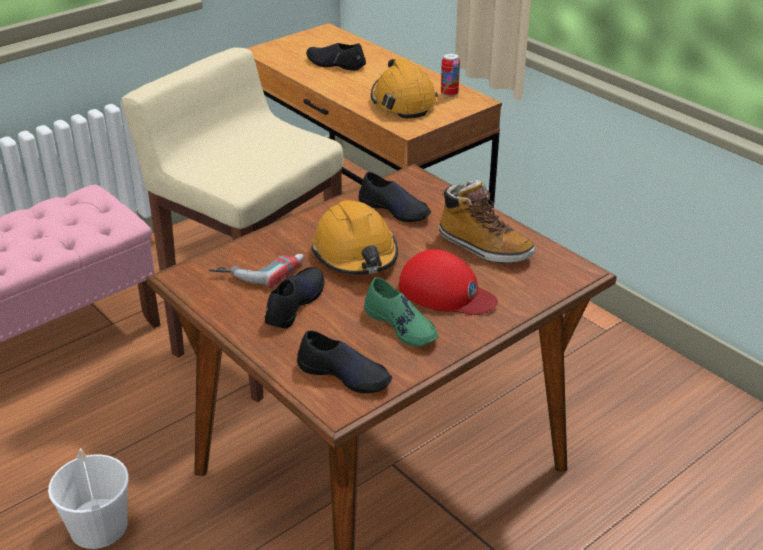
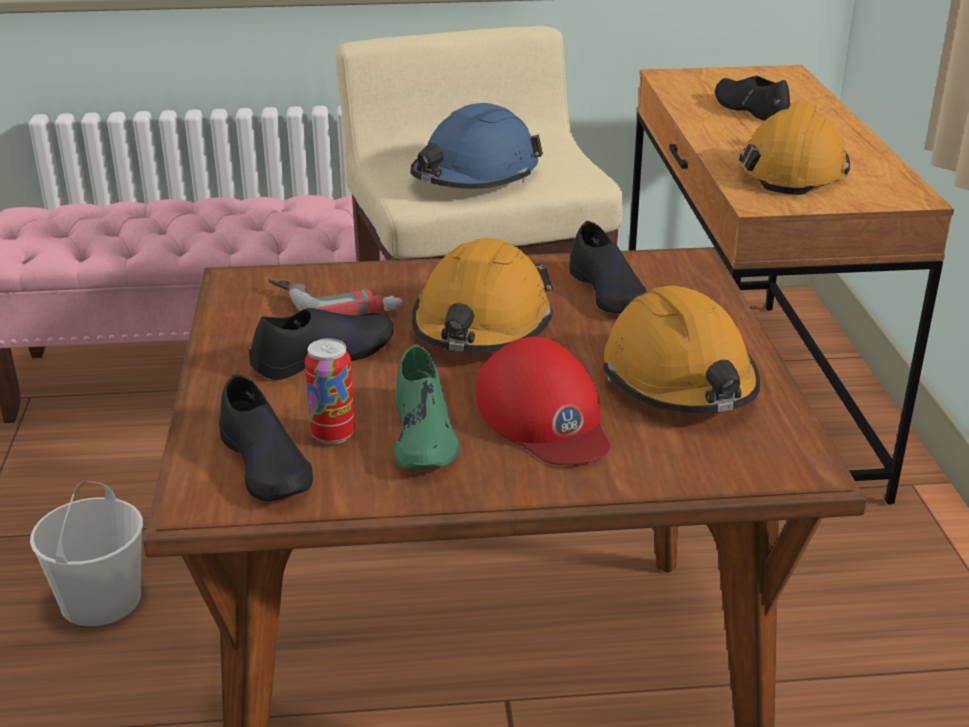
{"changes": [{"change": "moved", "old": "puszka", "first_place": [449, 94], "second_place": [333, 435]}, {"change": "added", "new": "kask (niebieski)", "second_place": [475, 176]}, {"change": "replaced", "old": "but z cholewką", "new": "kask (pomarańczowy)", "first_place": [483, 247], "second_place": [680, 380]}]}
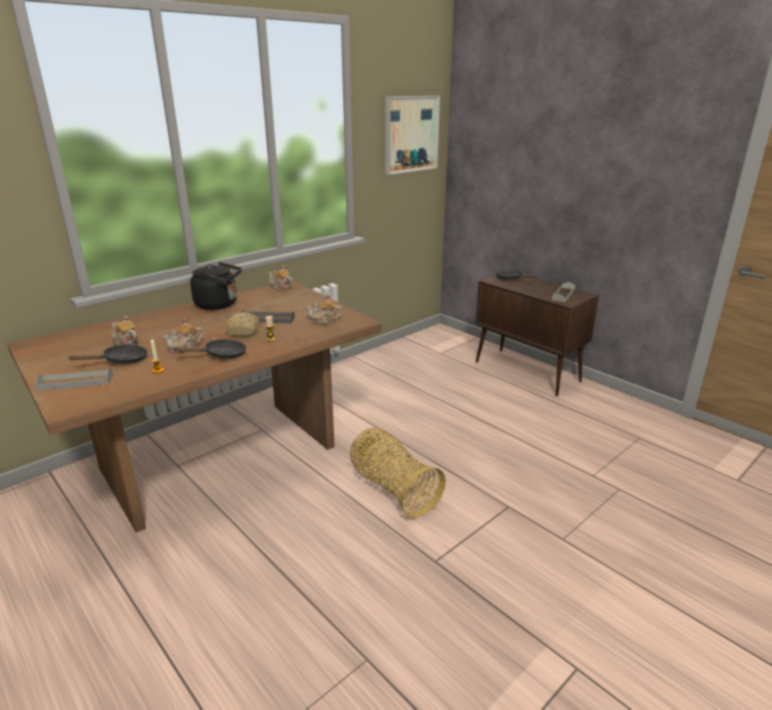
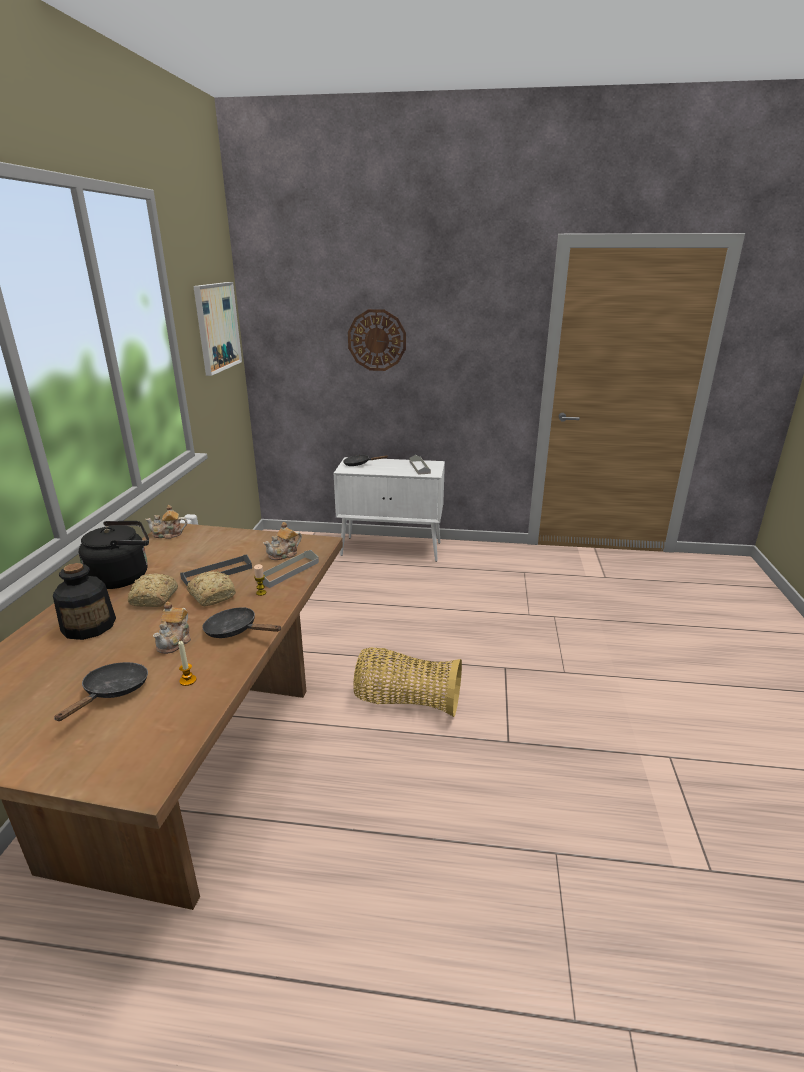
{"changes": [{"change": "added", "new": "butelka", "second_place": [89, 626]}, {"change": "added", "new": "chleb", "second_place": [153, 599]}, {"change": "turned", "old": "patelnia (czarny)", "first_place": [221, 355], "second_place": [235, 631], "degrees": -90}, {"change": "moved", "old": "taca (szary)", "first_place": [75, 382], "second_place": [288, 571]}, {"change": "recoloured", "old": "szafka (brązowy)", "new": "szafka (biały)", "first_place": [527, 372], "second_place": [392, 549]}, {"change": "added", "new": "zegar ścienny", "second_place": [377, 340]}, {"change": "removed", "old": "imbryk", "first_place": [125, 343]}]}
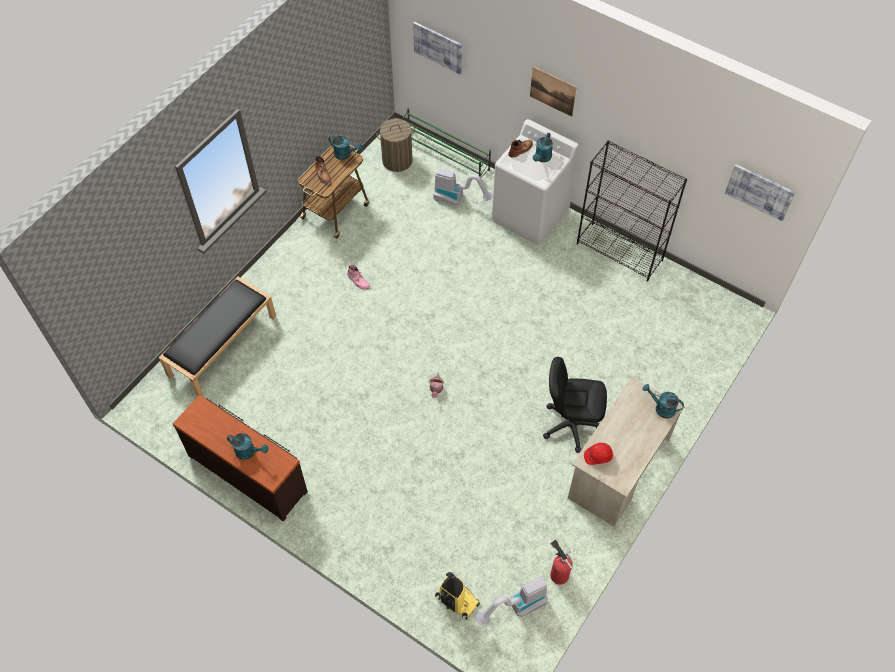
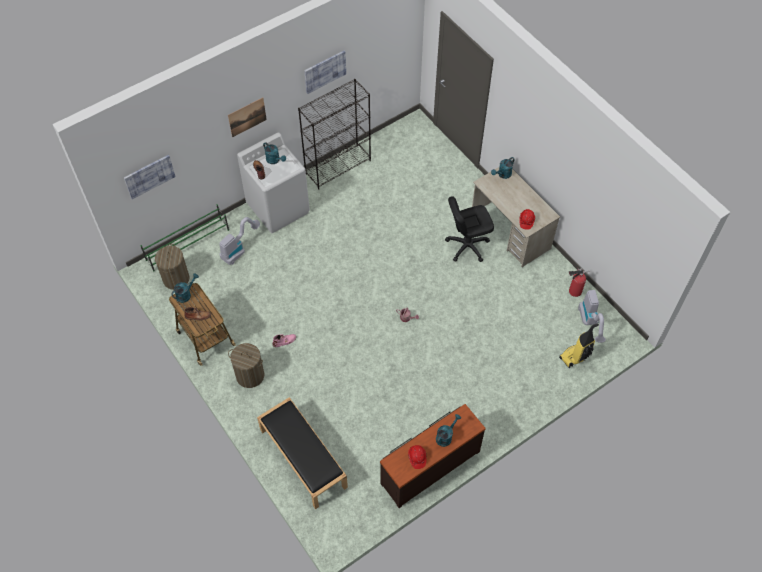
{"changes": [{"change": "added", "new": "kosz na pranie", "second_place": [250, 375]}, {"change": "moved", "old": "obraz", "first_place": [759, 191], "second_place": [325, 71]}, {"change": "added", "new": "kask (czerwony)", "second_place": [417, 458]}, {"change": "turned", "old": "krzesło biurowe (czarny)", "first_place": [571, 424], "second_place": [467, 246], "degrees": 45}]}
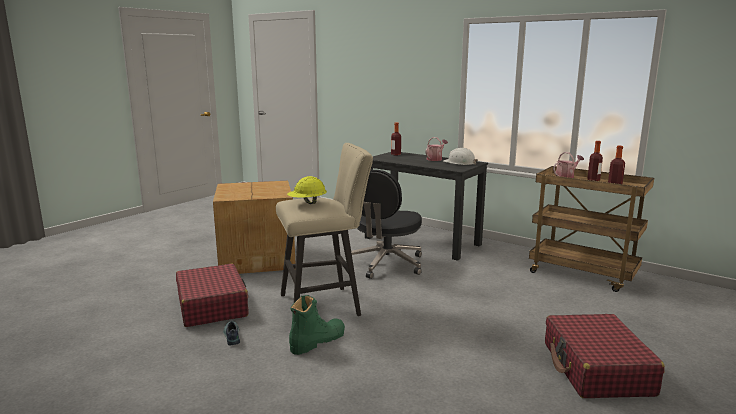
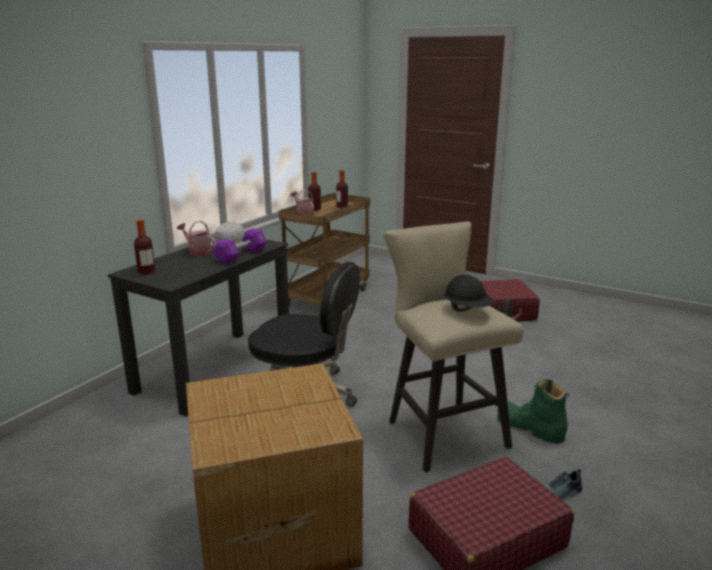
{"changes": [{"change": "added", "new": "hantel (fioletowy)", "second_place": [241, 255]}, {"change": "recoloured", "old": "kask (żółty)", "new": "kask (czarny)", "first_place": [307, 203], "second_place": [467, 310]}]}
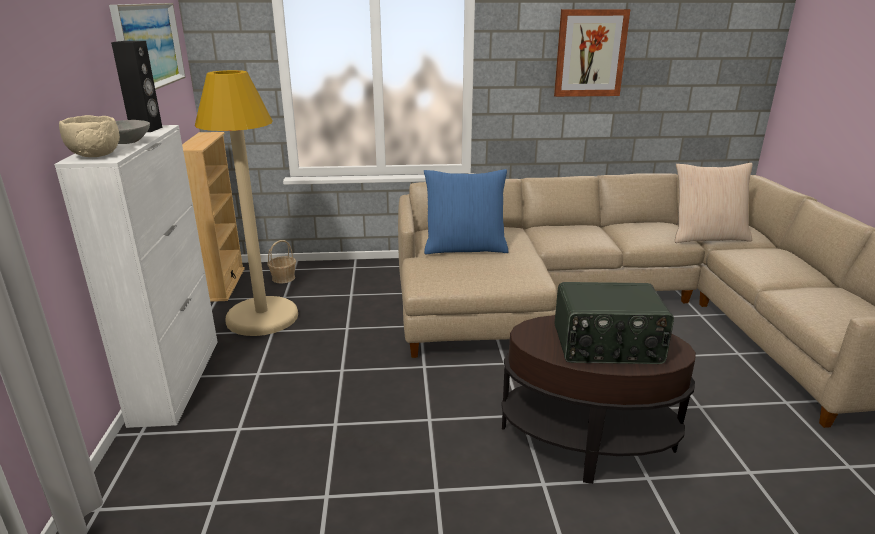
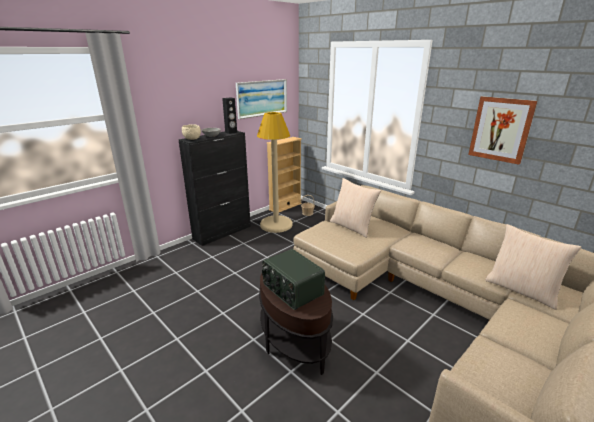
{"changes": [{"change": "recoloured", "old": "szafka (biały)", "new": "szafka (czarny)", "first_place": [177, 379], "second_place": [222, 232]}, {"change": "recoloured", "old": "poduszka (niebieski)", "new": "poduszka (beżowy)", "first_place": [465, 248], "second_place": [352, 227]}]}
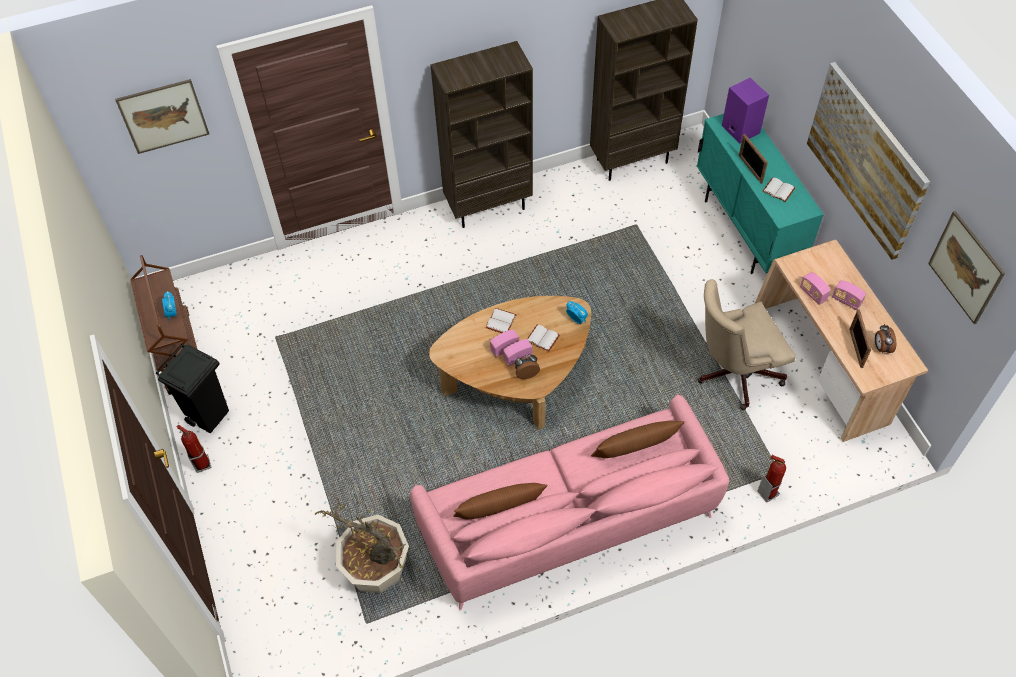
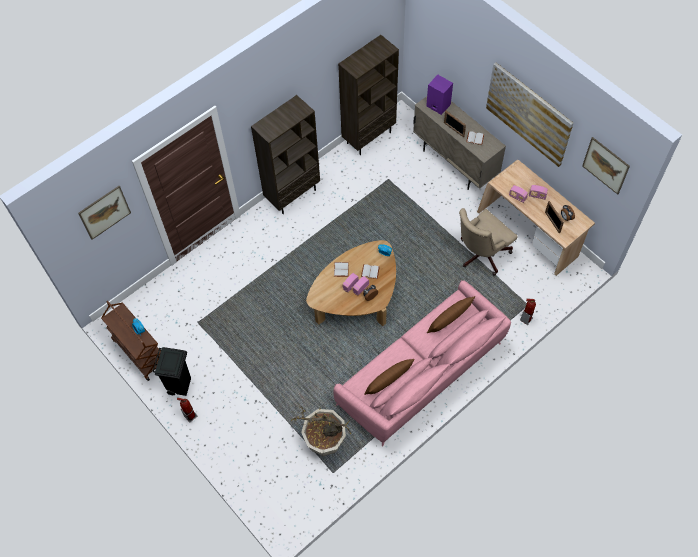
{"changes": [{"change": "recoloured", "old": "szafka (turkusowy)", "new": "szafka (beżowy)", "first_place": [746, 231], "second_place": [454, 163]}]}
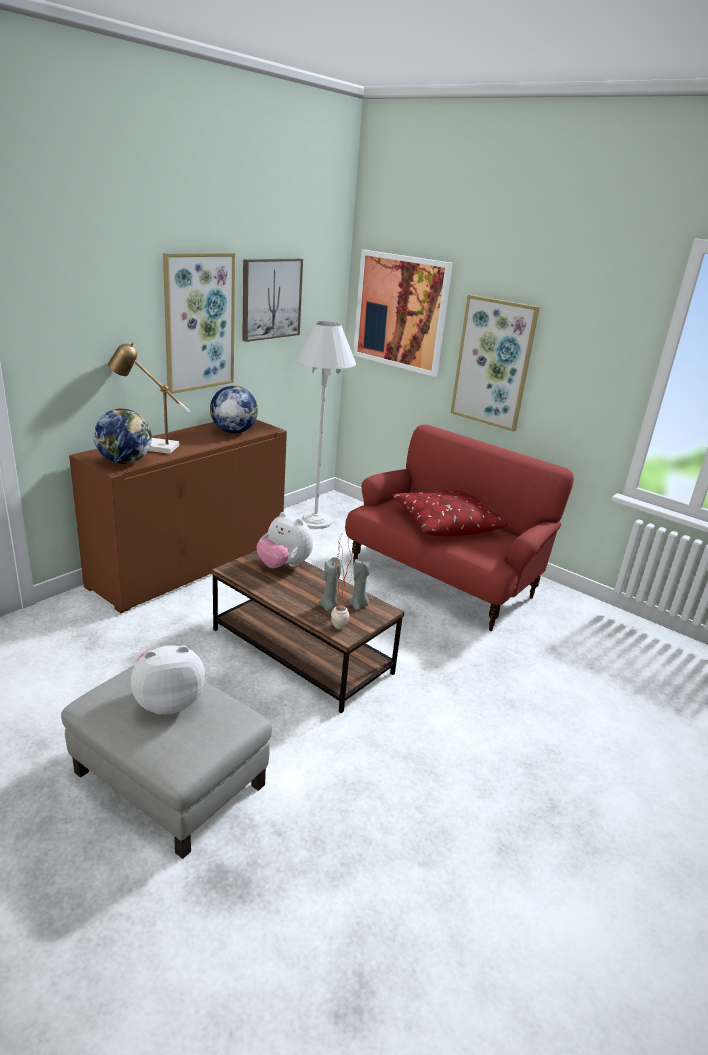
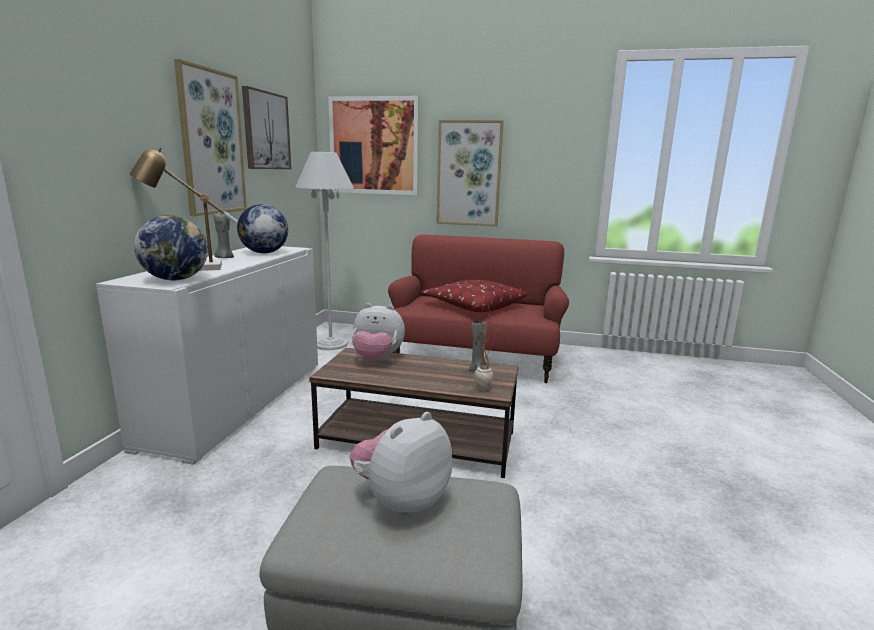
{"changes": [{"change": "recoloured", "old": "szafka (brązowy)", "new": "szafka (biały)", "first_place": [190, 564], "second_place": [238, 402]}, {"change": "moved", "old": "świeca (szary)", "first_place": [329, 606], "second_place": [224, 258]}]}
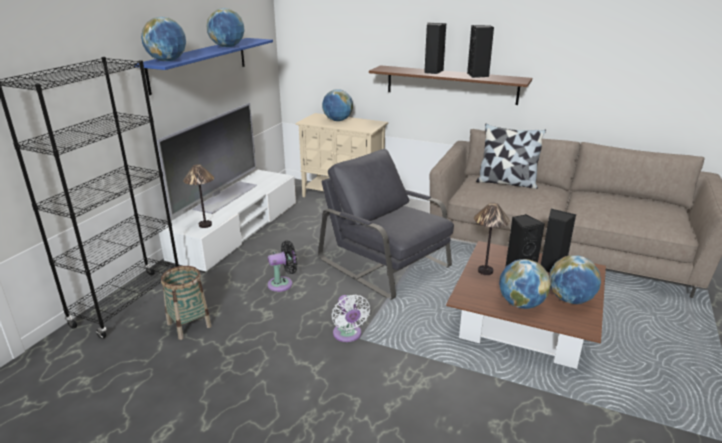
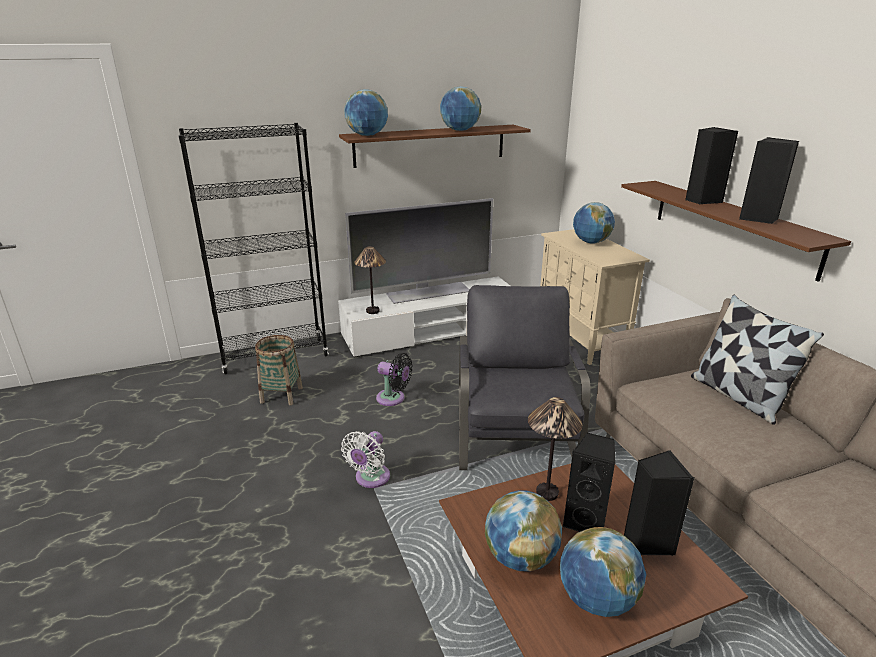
{"changes": [{"change": "recoloured", "old": "półka (niebieski)", "new": "półka (brązowy)", "first_place": [199, 64], "second_place": [430, 145]}]}
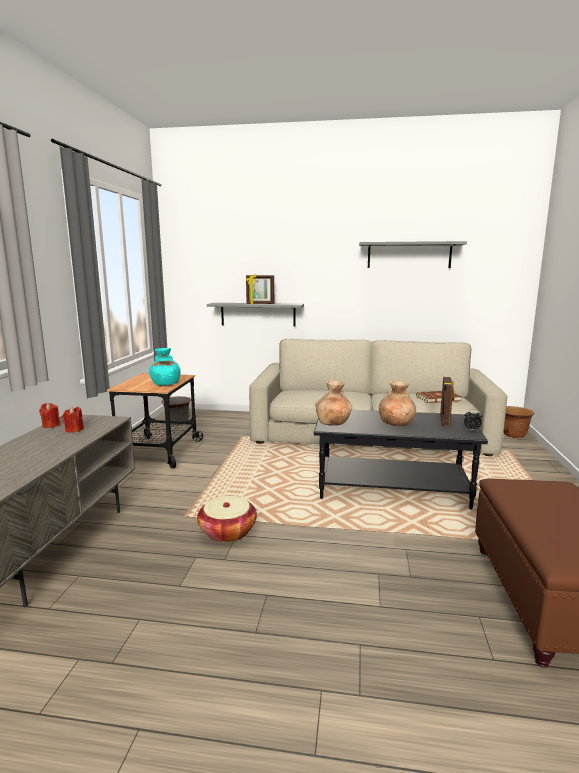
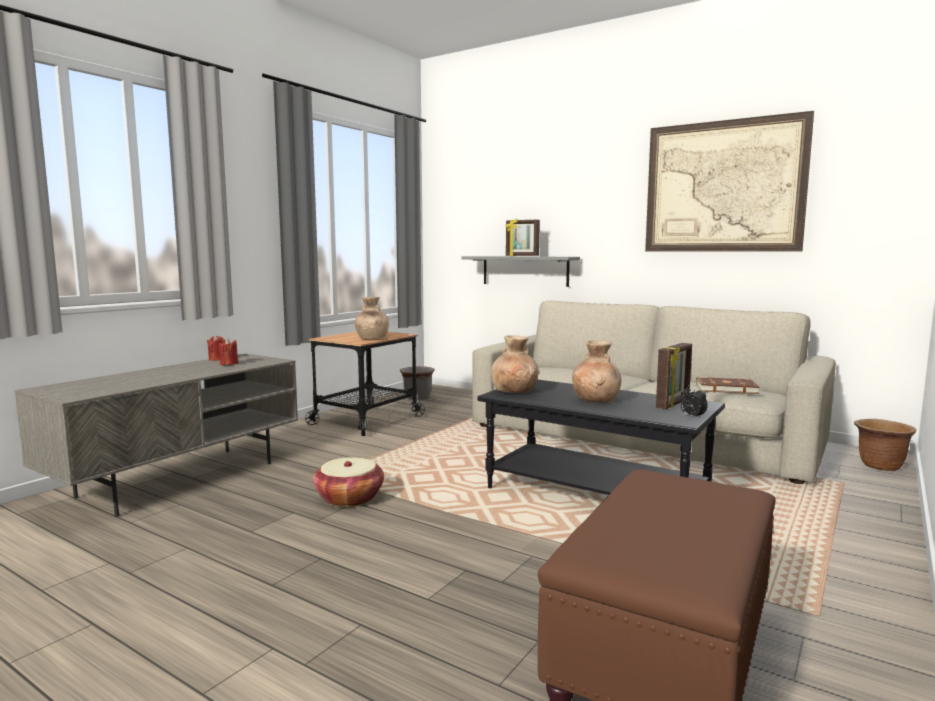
{"changes": [{"change": "recoloured", "old": "wazon (turkusowy)", "new": "wazon (brązowy)", "first_place": [165, 384], "second_place": [371, 338]}, {"change": "replaced", "old": "półka (szary)", "new": "obraz", "first_place": [409, 255], "second_place": [723, 187]}]}
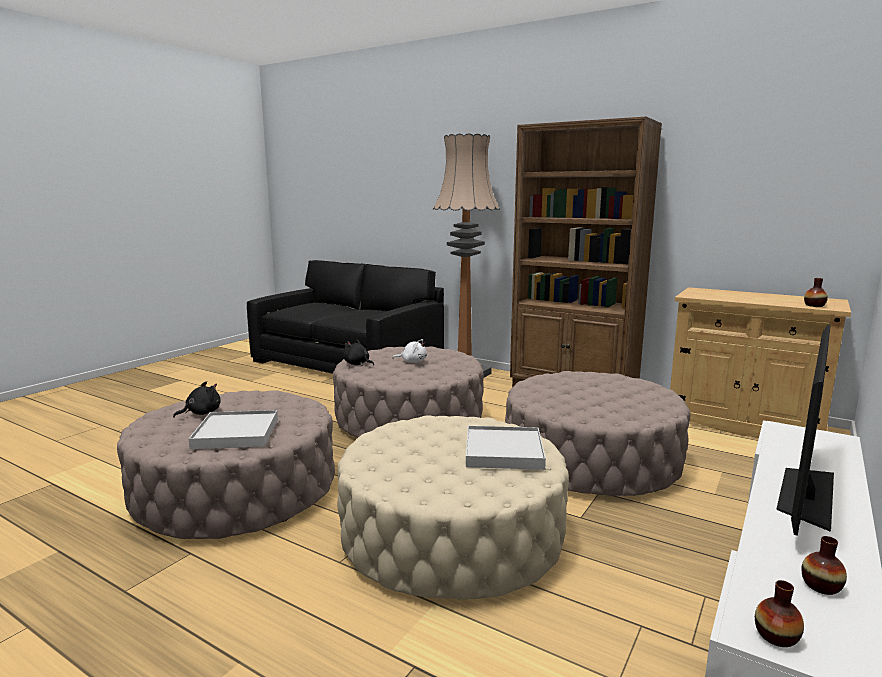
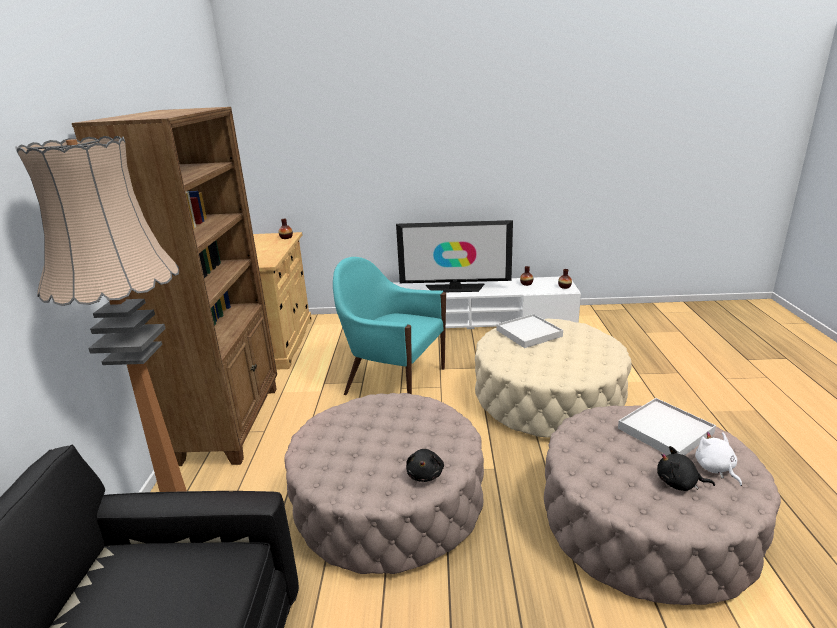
{"changes": [{"change": "replaced", "old": "pufa (beżowy)", "new": "fotel (turkusowy)", "first_place": [591, 459], "second_place": [393, 381]}, {"change": "moved", "old": "pluszak (biały)", "first_place": [412, 361], "second_place": [715, 468]}]}
